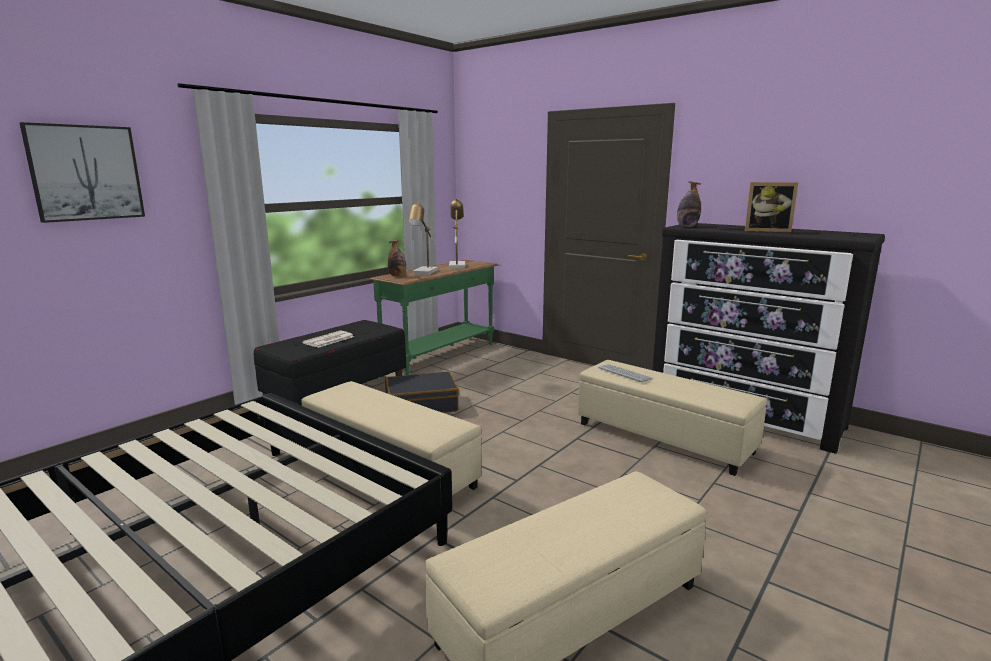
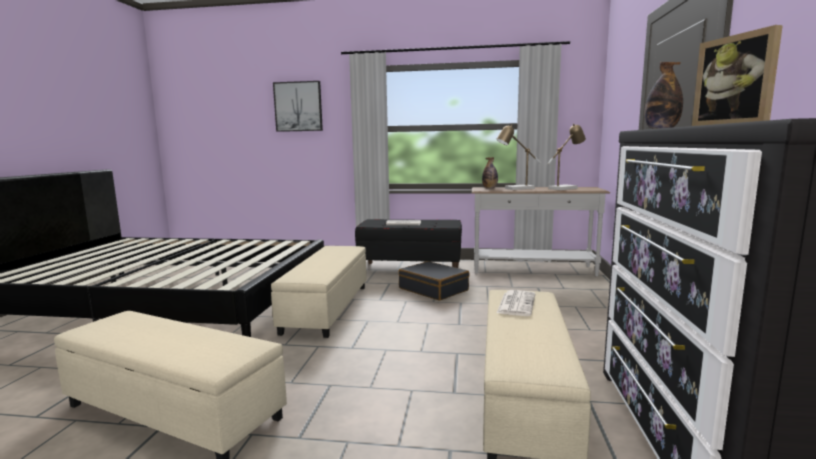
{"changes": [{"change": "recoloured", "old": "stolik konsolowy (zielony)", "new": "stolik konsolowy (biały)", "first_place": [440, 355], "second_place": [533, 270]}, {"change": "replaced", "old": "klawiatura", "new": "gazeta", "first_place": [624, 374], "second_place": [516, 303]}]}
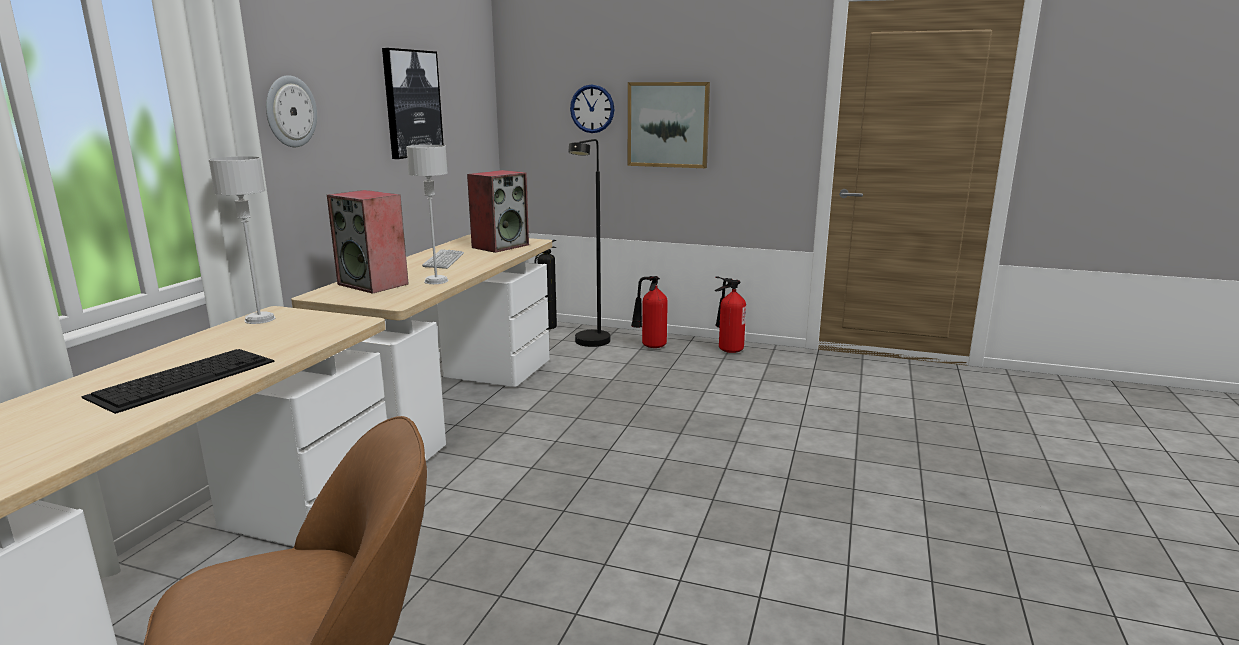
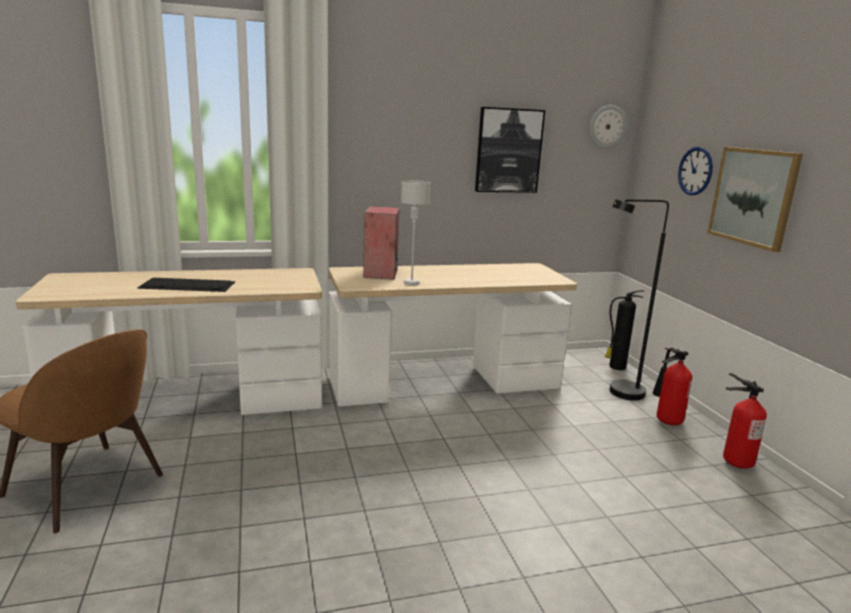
{"changes": [{"change": "moved", "old": "zegar ścienny", "first_place": [290, 111], "second_place": [607, 127]}, {"change": "removed", "old": "lampa stołowa (szary)", "first_place": [260, 319]}, {"change": "removed", "old": "klawiatura", "first_place": [444, 260]}, {"change": "removed", "old": "głośnik", "first_place": [500, 246]}]}
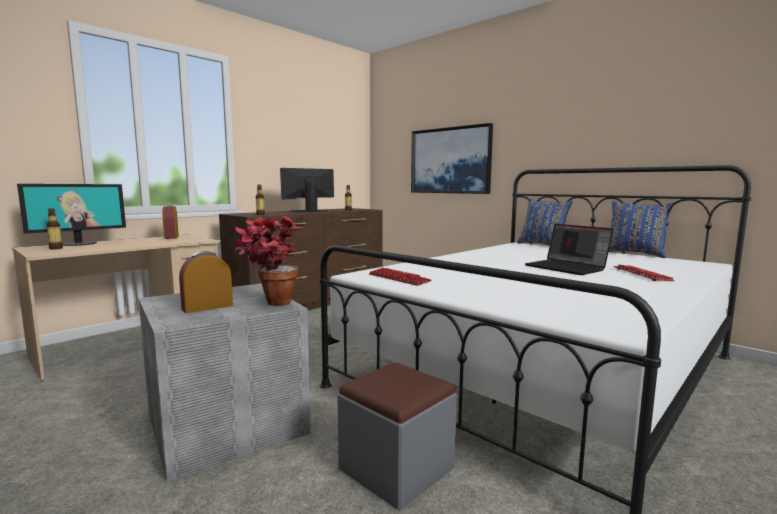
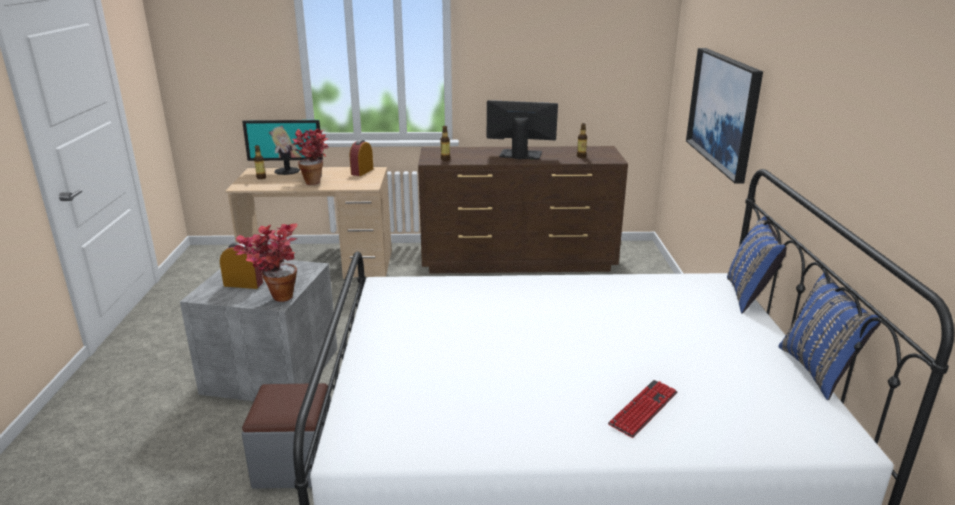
{"changes": [{"change": "added", "new": "roślina doniczkowa", "second_place": [315, 181]}, {"change": "removed", "old": "klawiatura", "first_place": [398, 278]}, {"change": "removed", "old": "laptop", "first_place": [567, 268]}]}
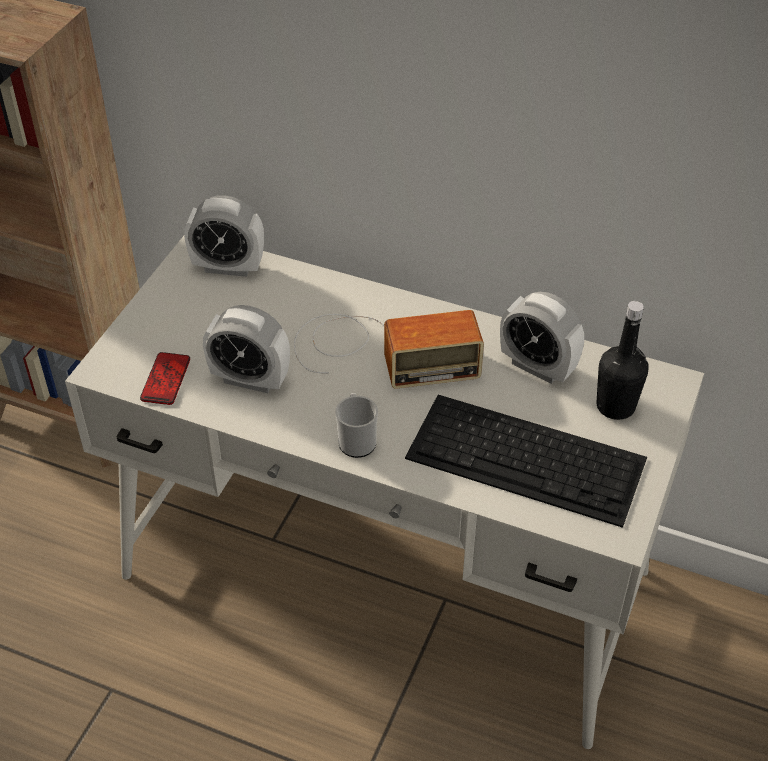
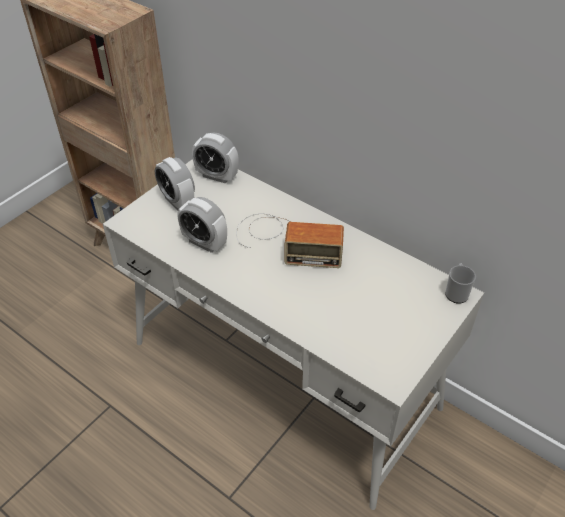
{"changes": [{"change": "moved", "old": "budzik", "first_place": [537, 366], "second_place": [178, 202]}, {"change": "moved", "old": "kubek", "first_place": [356, 440], "second_place": [456, 292]}, {"change": "removed", "old": "telefon", "first_place": [165, 379]}, {"change": "removed", "old": "klawiatura", "first_place": [528, 458]}, {"change": "removed", "old": "butelka (czarny)", "first_place": [615, 406]}]}
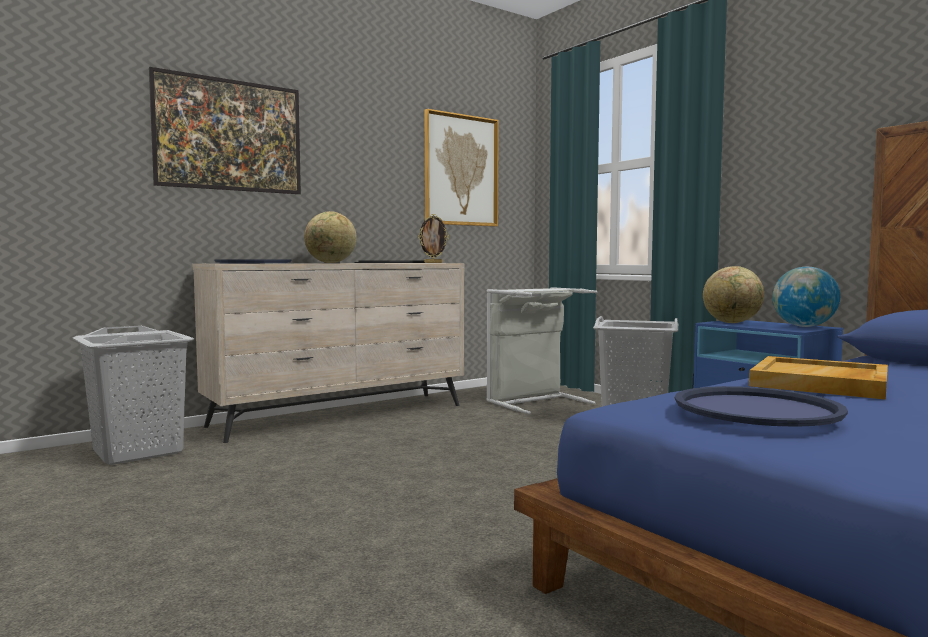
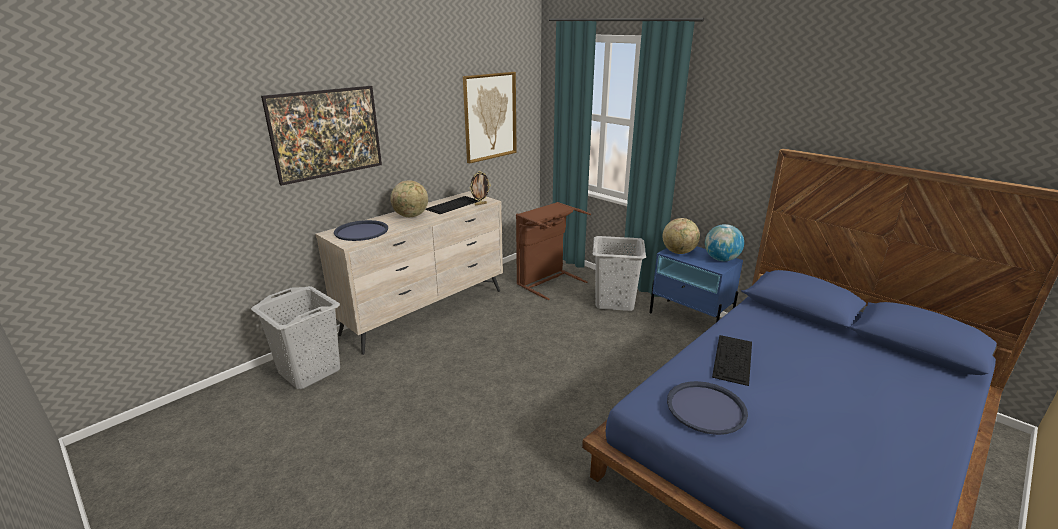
{"changes": [{"change": "recoloured", "old": "kosz na pranie (szary)", "new": "kosz na pranie (brązowy)", "first_place": [533, 401], "second_place": [547, 281]}, {"change": "replaced", "old": "taca (beżowy)", "new": "klawiatura", "first_place": [820, 383], "second_place": [733, 359]}]}
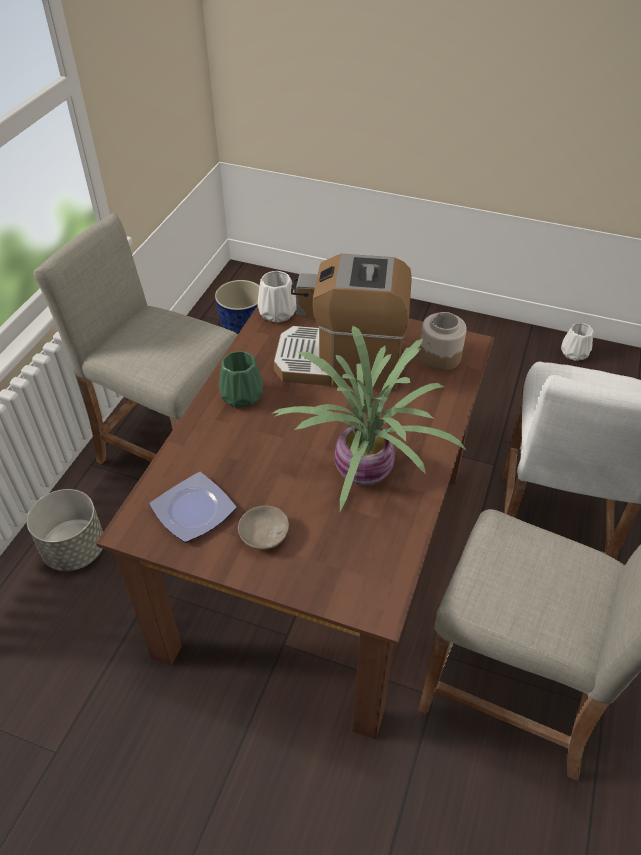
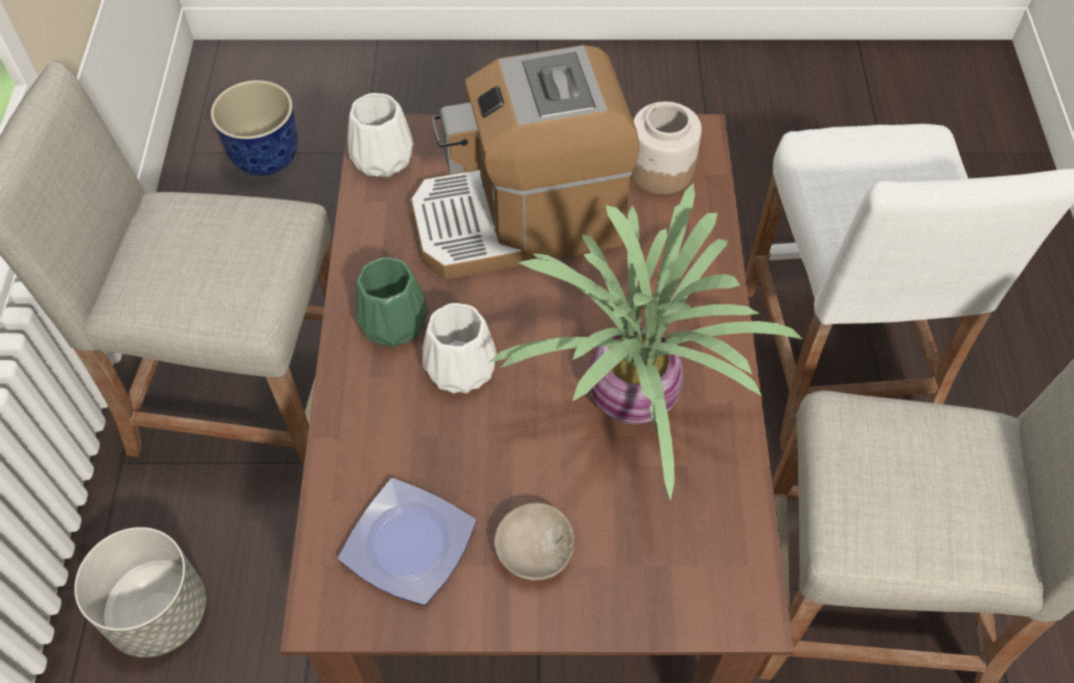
{"changes": [{"change": "moved", "old": "wazon (biały)", "first_place": [575, 353], "second_place": [462, 368]}]}
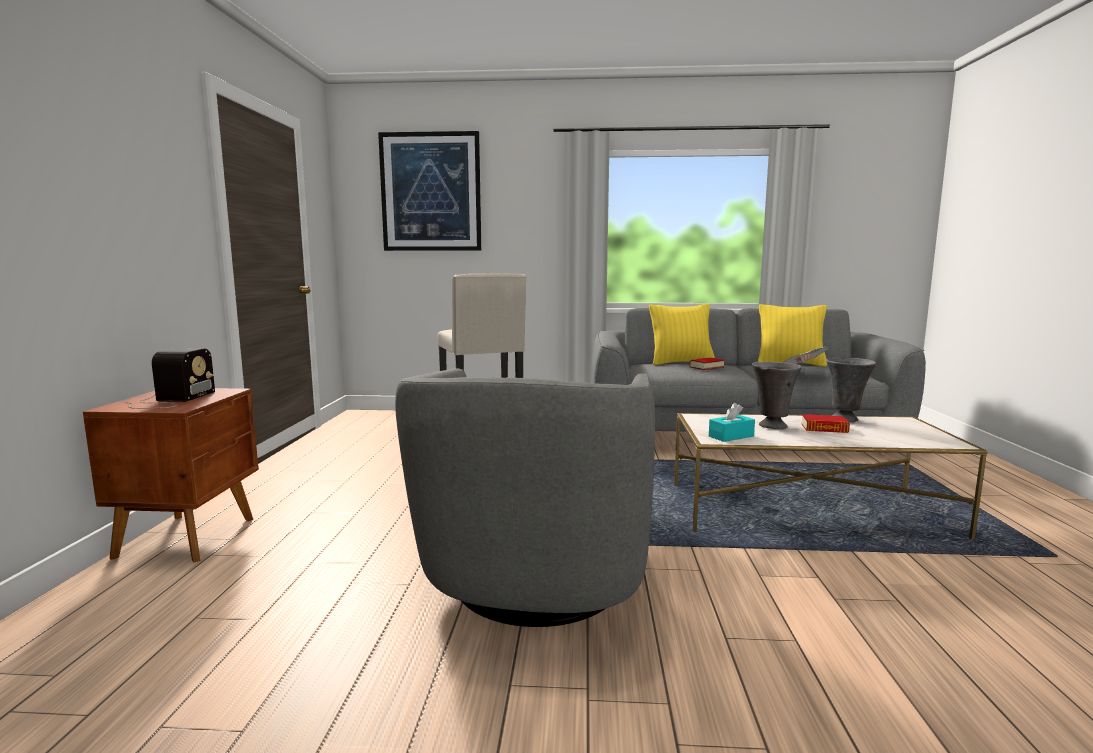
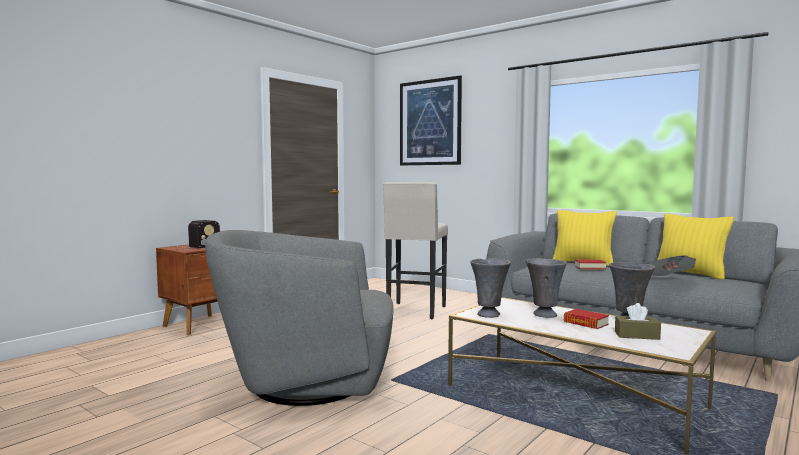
{"changes": [{"change": "turned", "old": "fotel (szary)", "first_place": [536, 581], "second_place": [306, 382], "degrees": 45}, {"change": "replaced", "old": "pudełko chusteczek (turkusowy)", "new": "wazon (szary)", "first_place": [731, 436], "second_place": [489, 315]}, {"change": "added", "new": "pudełko chusteczek (brązowy)", "second_place": [637, 335]}]}
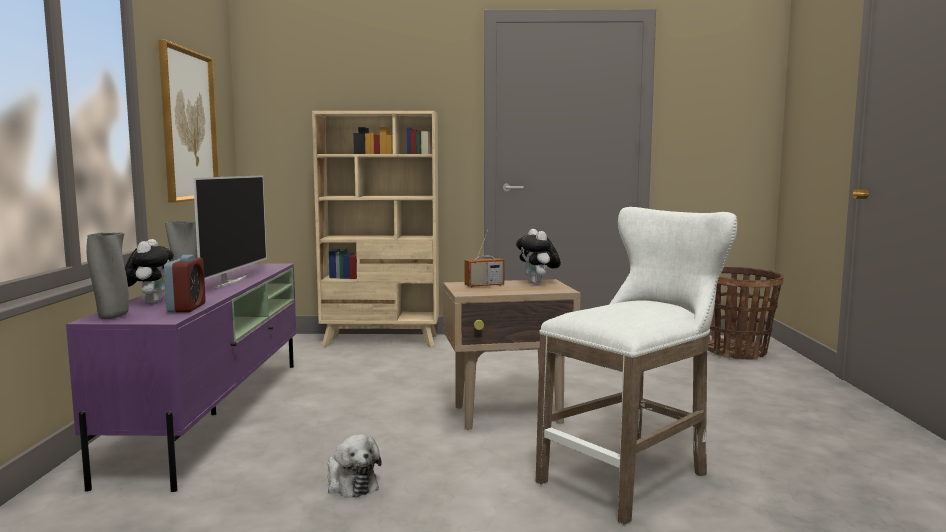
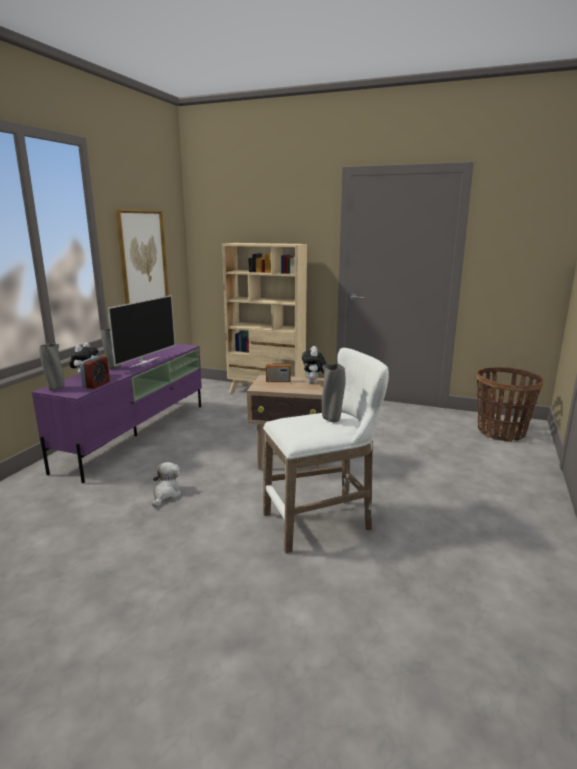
{"changes": [{"change": "turned", "old": "pluszak", "first_place": [350, 484], "second_place": [166, 495], "degrees": -150}, {"change": "added", "new": "wazon (szary)", "second_place": [332, 419]}]}
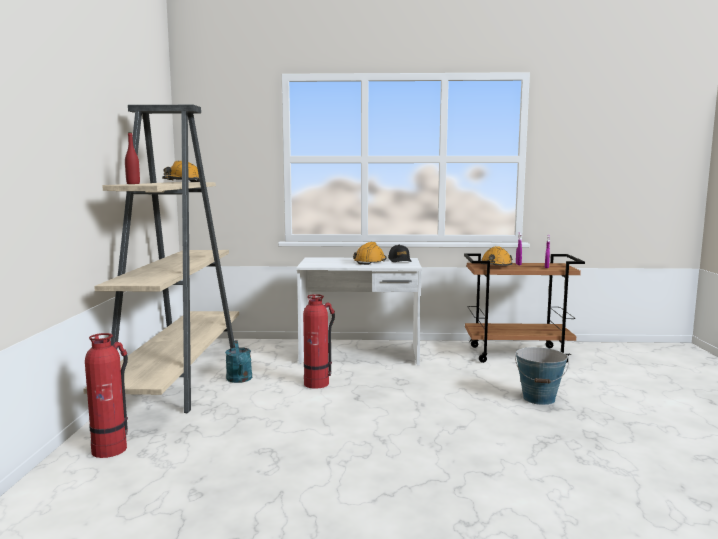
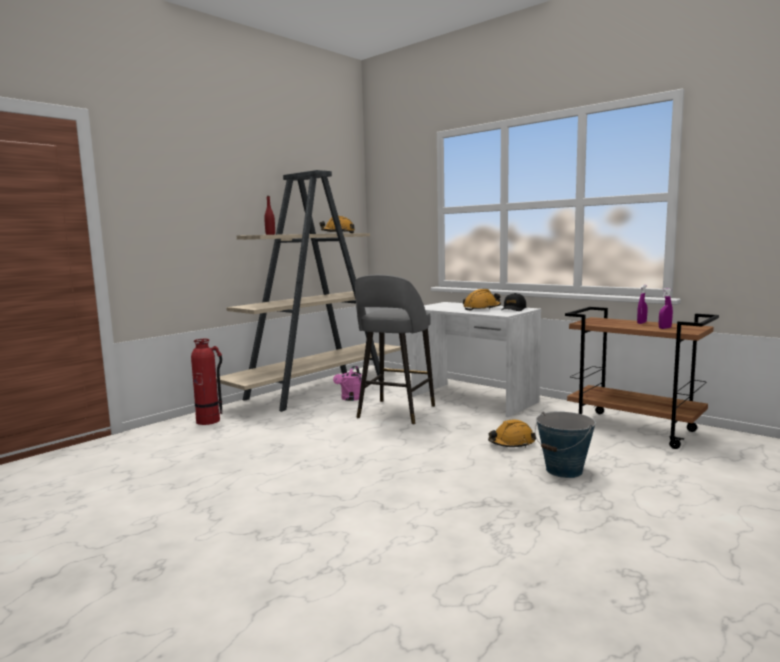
{"changes": [{"change": "recoloured", "old": "konewka (turkusowy)", "new": "konewka (różowy)", "first_place": [240, 380], "second_place": [350, 398]}, {"change": "replaced", "old": "gaśnica", "new": "stołek (szary)", "first_place": [317, 383], "second_place": [395, 412]}, {"change": "moved", "old": "kask (pomarańczowy)", "first_place": [495, 266], "second_place": [511, 443]}]}
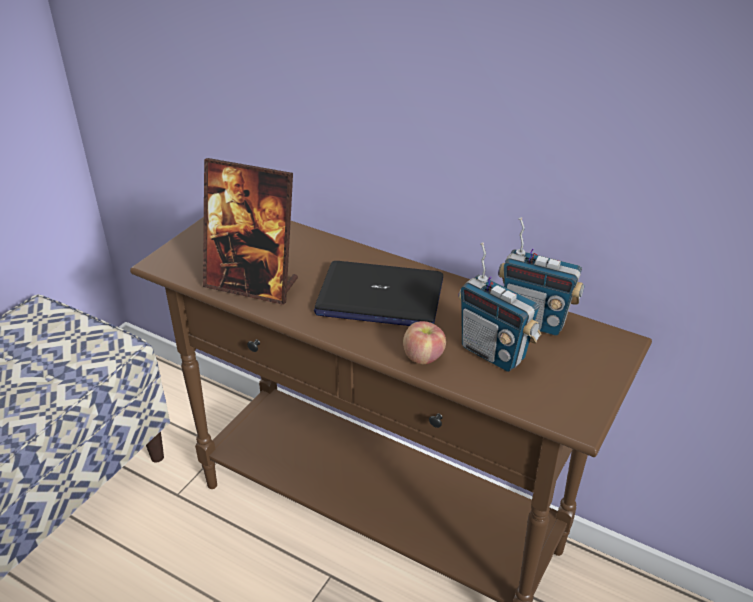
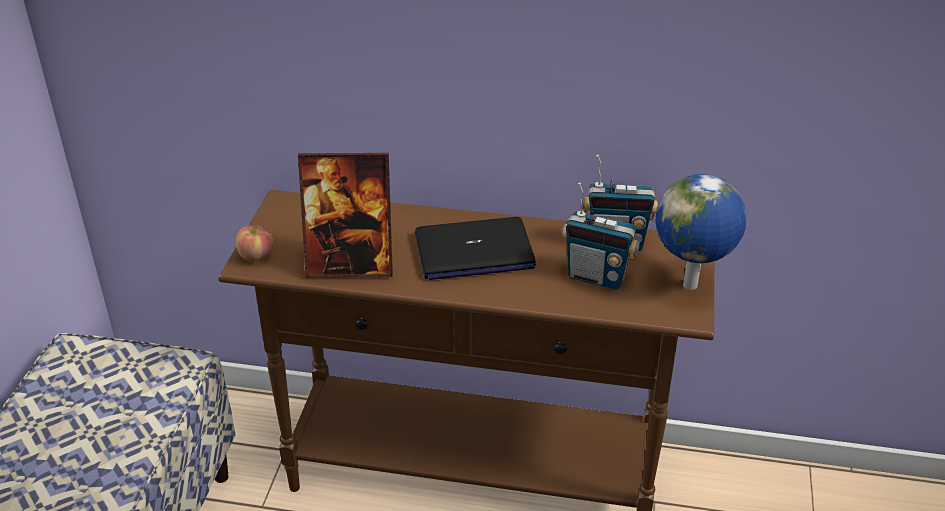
{"changes": [{"change": "moved", "old": "jabłko", "first_place": [423, 357], "second_place": [256, 256]}, {"change": "added", "new": "globus", "second_place": [691, 286]}]}
